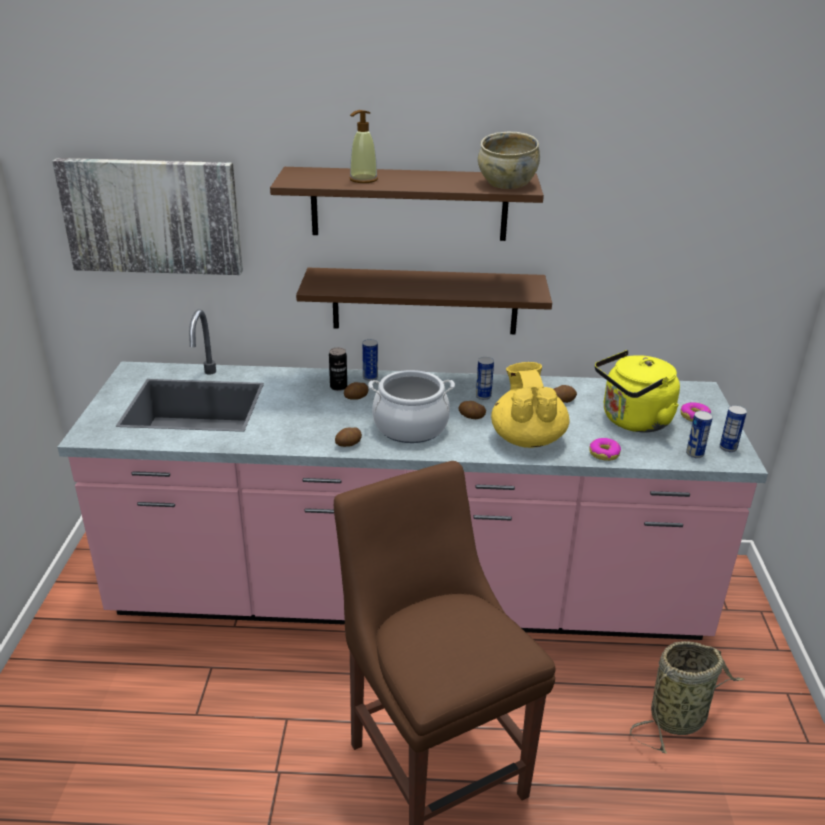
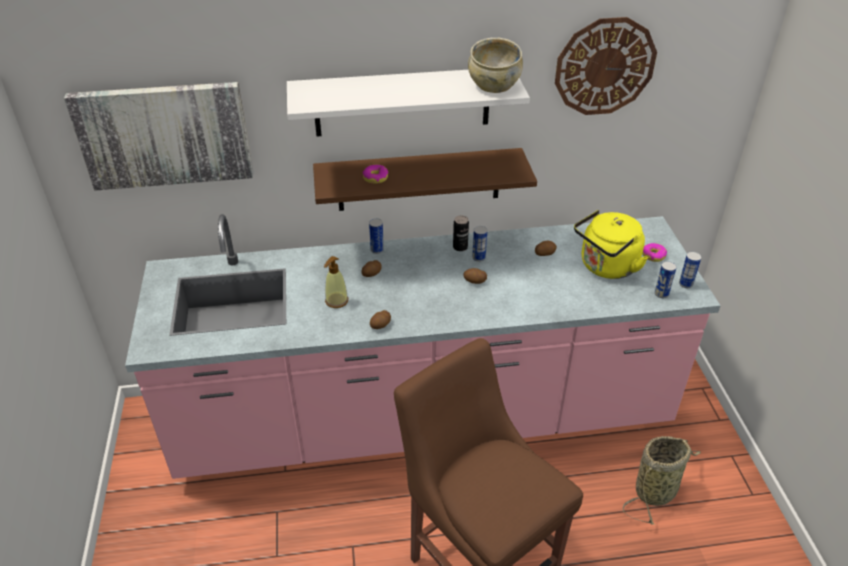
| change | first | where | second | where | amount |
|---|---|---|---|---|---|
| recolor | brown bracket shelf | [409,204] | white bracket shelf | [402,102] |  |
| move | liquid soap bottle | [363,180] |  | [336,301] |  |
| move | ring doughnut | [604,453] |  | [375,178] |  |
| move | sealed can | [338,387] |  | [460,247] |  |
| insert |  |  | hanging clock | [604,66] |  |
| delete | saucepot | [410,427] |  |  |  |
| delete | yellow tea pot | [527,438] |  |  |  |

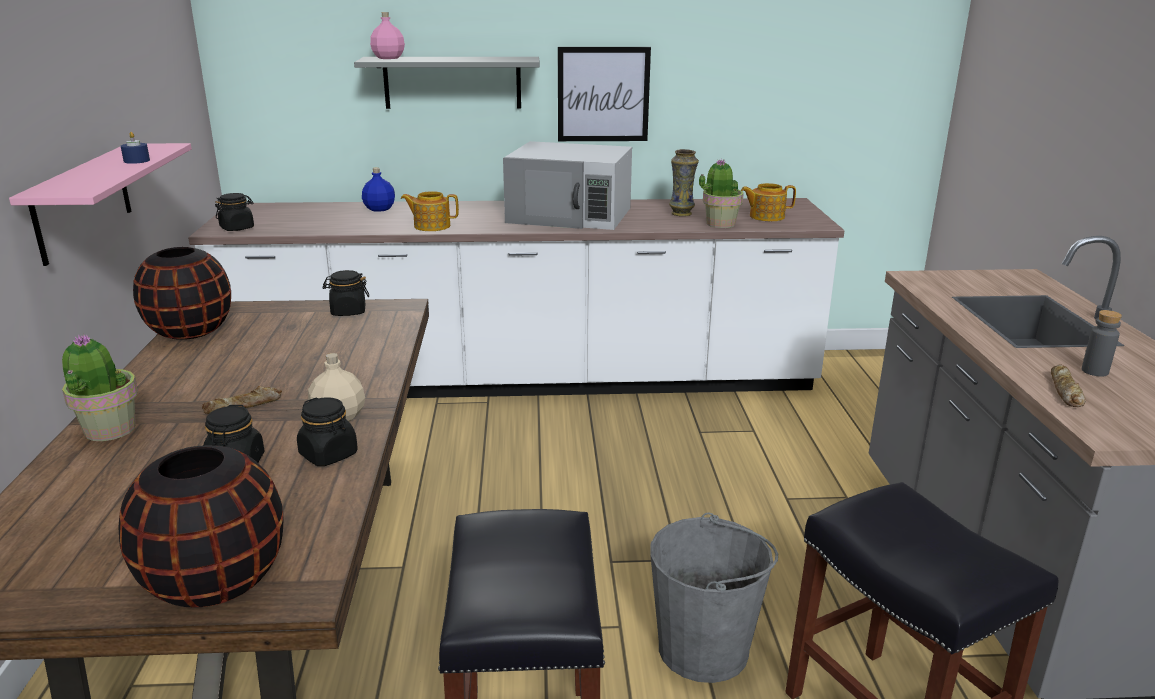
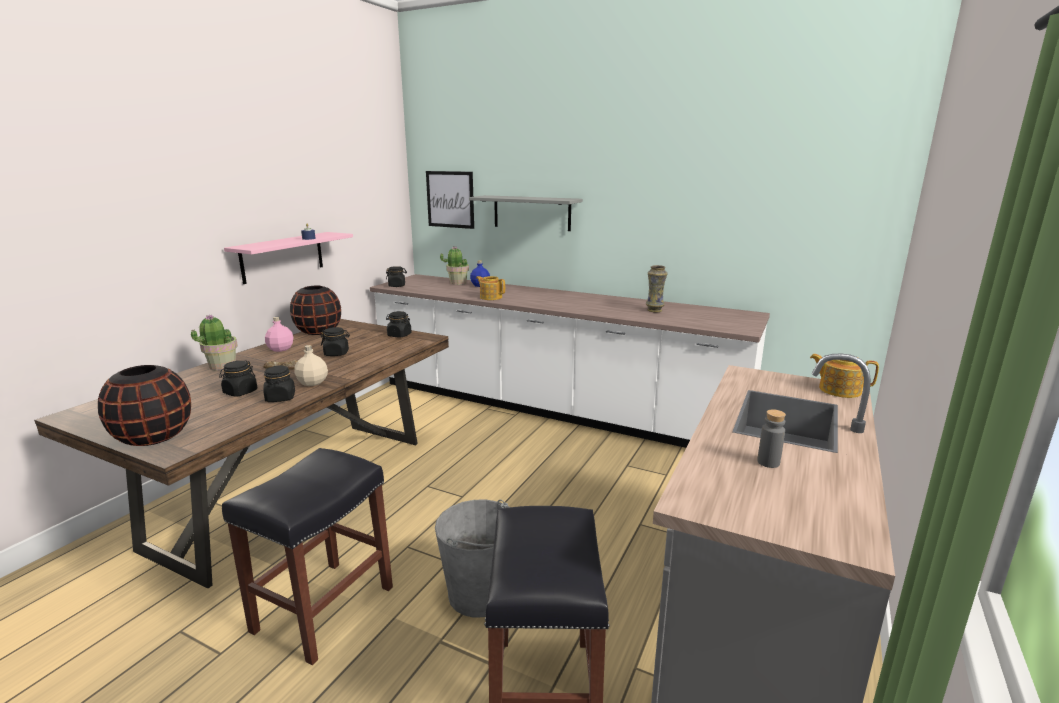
| change | first | where | second | where | amount |
|---|---|---|---|---|---|
| move | pink-coloured beverage bottle | [388,58] |  | [281,349] |  |
| insert |  |  | black-coloured storage jar | [336,353] |  |
| move | picture | [603,94] |  | [450,199] |  |
| move | plant in a pot | [720,224] |  | [457,283] |  |
| move | tea pot | [766,216] |  | [838,390] |  |
| delete | white microwave | [570,215] |  |  |  |
| delete | baked bread | [1064,391] |  |  |  |

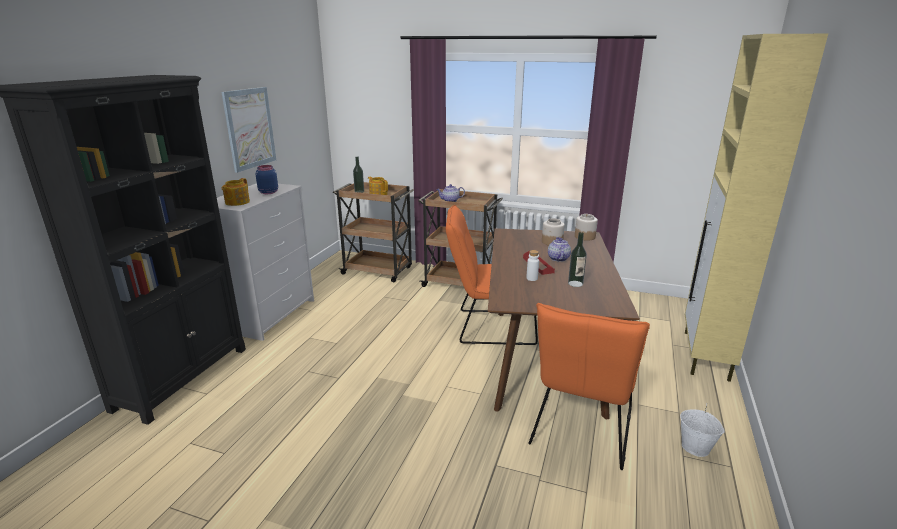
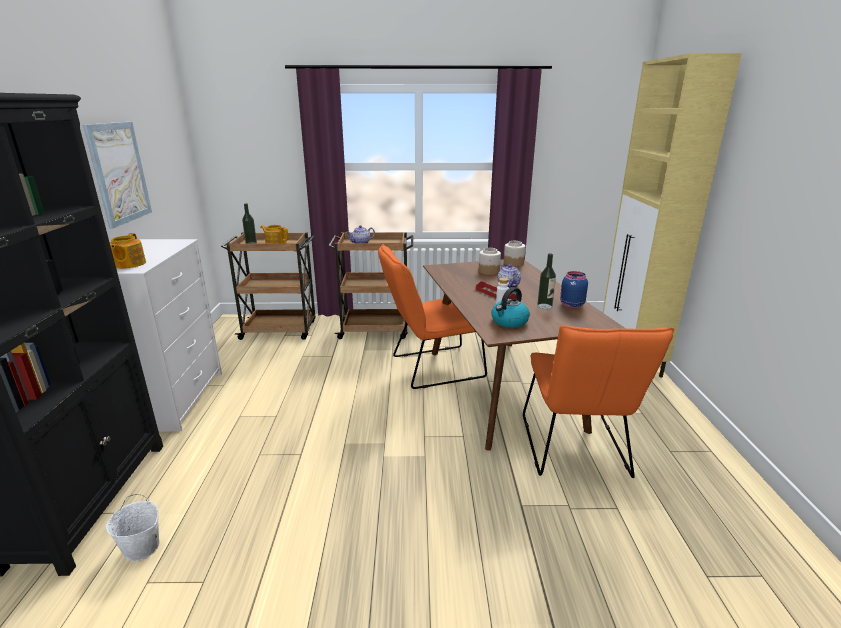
| change | first | where | second | where | amount |
|---|---|---|---|---|---|
| move | white water bucket | [696,447] |  | [142,548] |  |
| insert |  |  | water kettle | [509,322] |  |
| move | bluish storage jar | [268,192] |  | [571,305] |  |

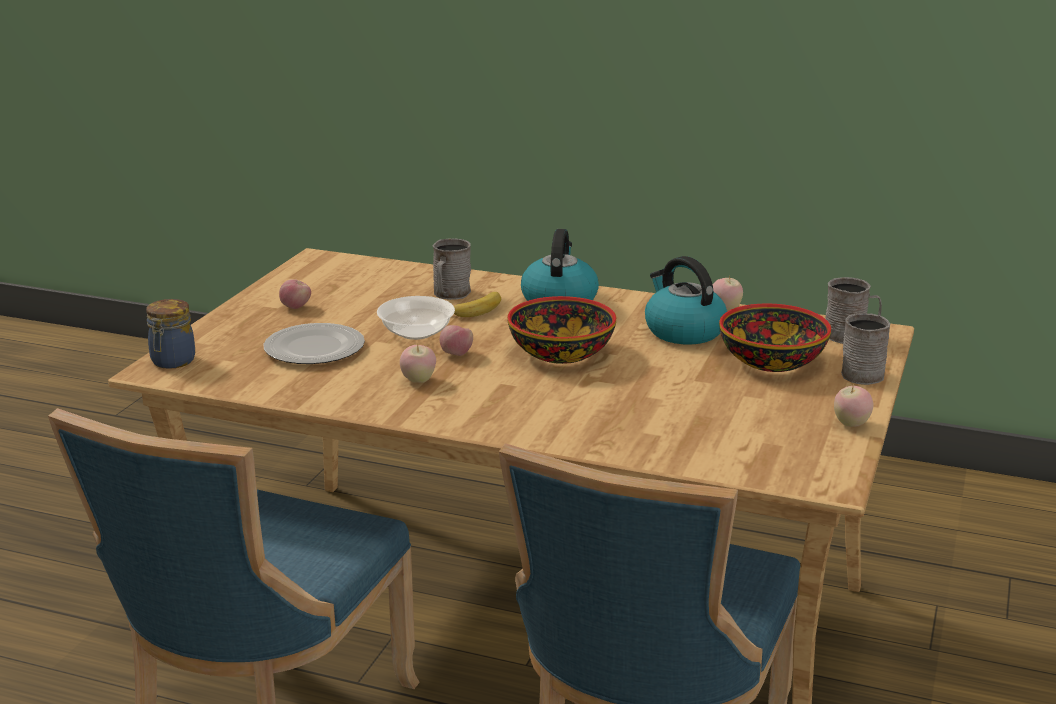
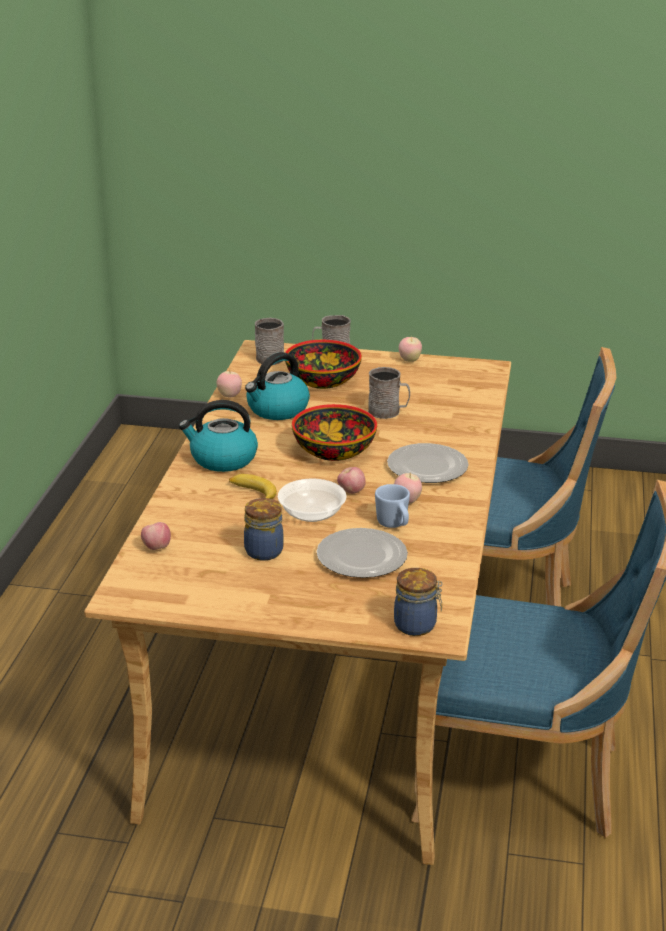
| change | first | where | second | where | amount |
|---|---|---|---|---|---|
| move | apple | [296,307] |  | [156,547] |  |
| insert |  |  | storage jar | [263,550] |  |
| move | greyish tea mug | [450,294] |  | [388,412] |  |
| insert |  |  | bluish tea mug | [394,525] |  |
| insert |  |  | dinner plate | [428,467] |  |

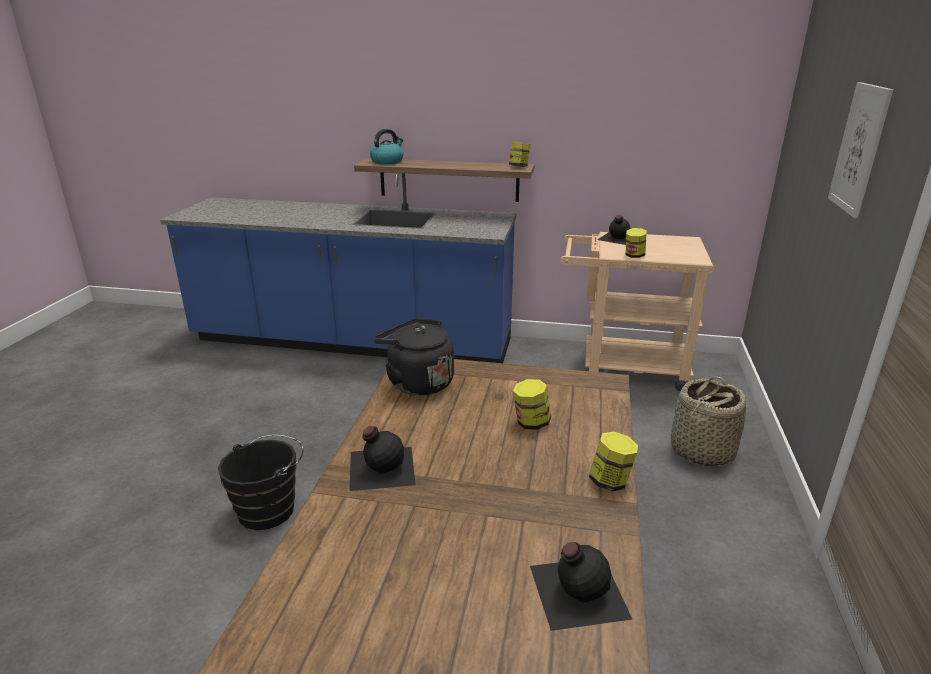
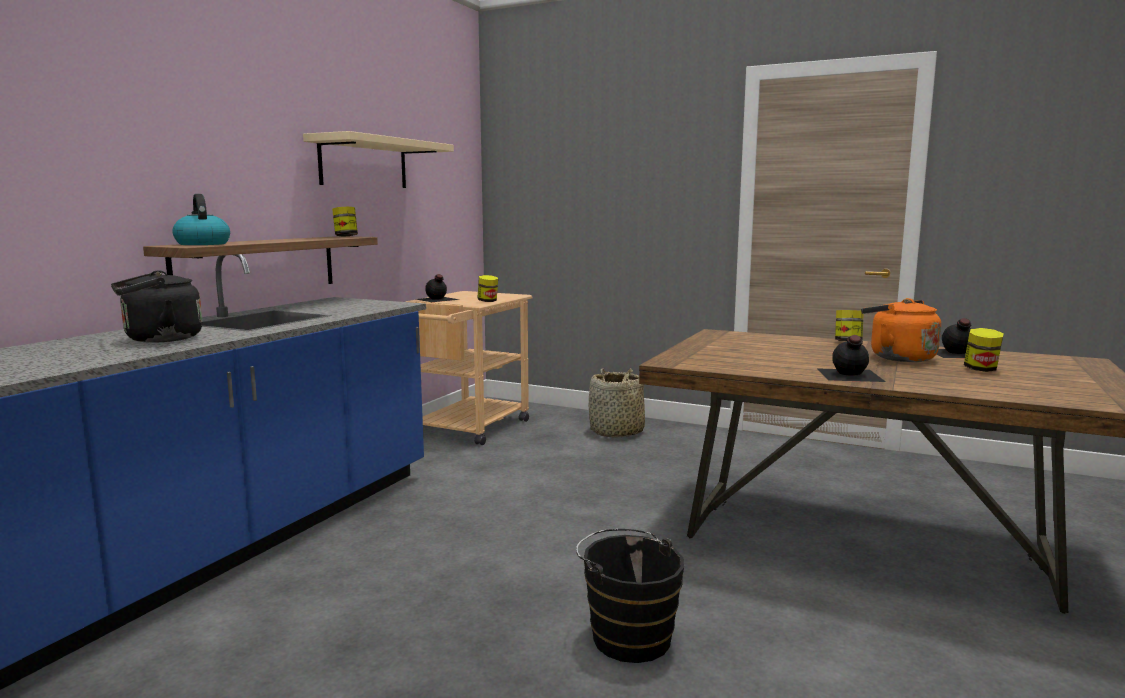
| change | first | where | second | where | amount |
|---|---|---|---|---|---|
| move | black-coloured water kettle | [417,382] |  | [159,339] |  |
| insert |  |  | sand-coloured bracket shelf | [364,163] |  |
| insert |  |  | orange-coloured water kettle | [897,357] |  |
| move | storage jar | [531,423] |  | [981,369] |  |
| delete | picture | [859,149] |  |  |  |

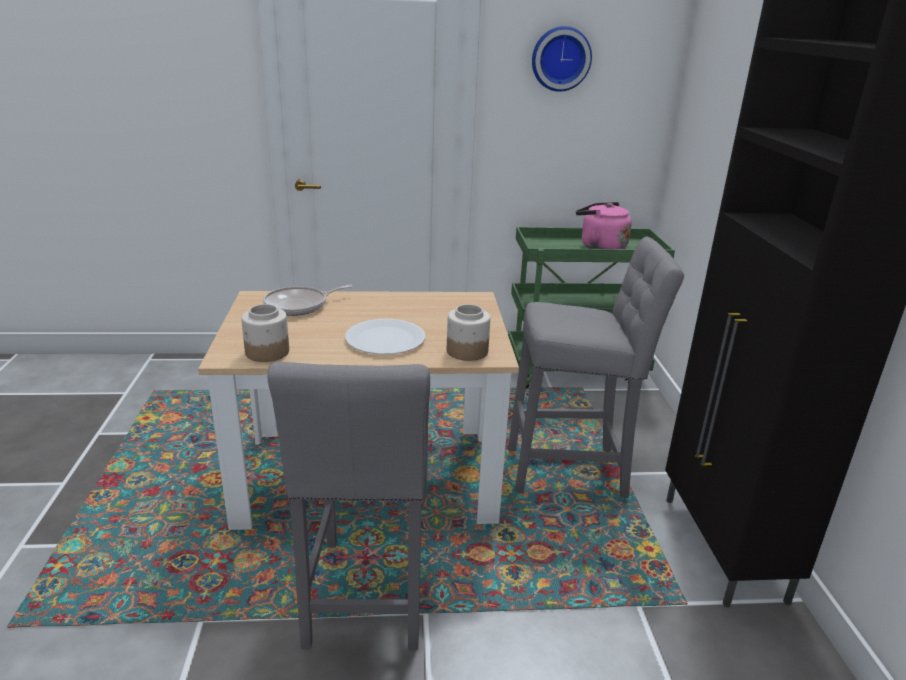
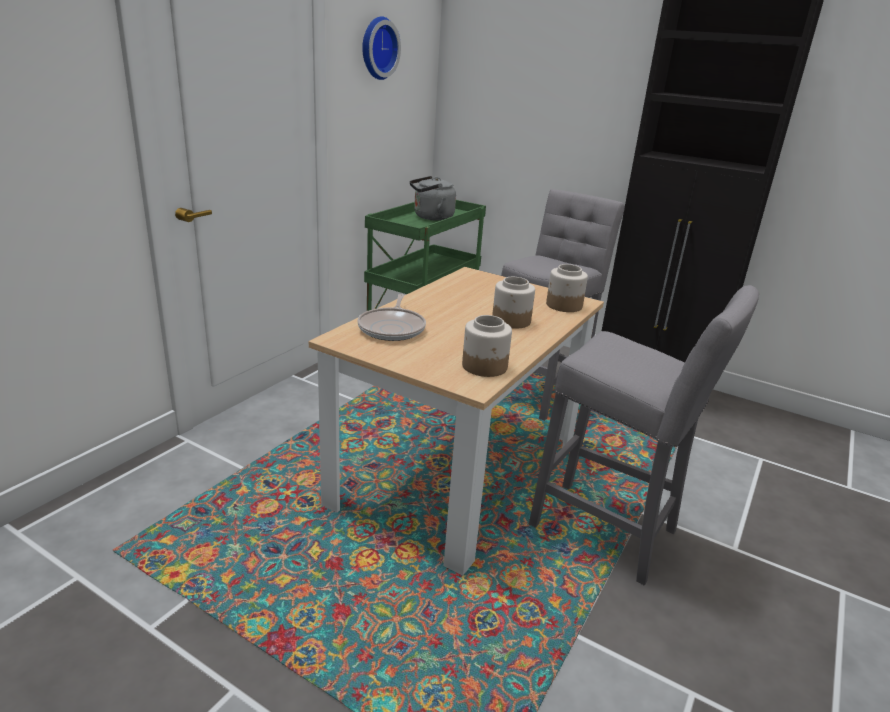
| change | first | where | second | where | amount |
|---|---|---|---|---|---|
| recolor | pink-coloured water kettle | [600,247] | greyish water kettle | [431,217] |  |
| replace | white dinner plate | [385,339] | storage jar | [511,321] |  |

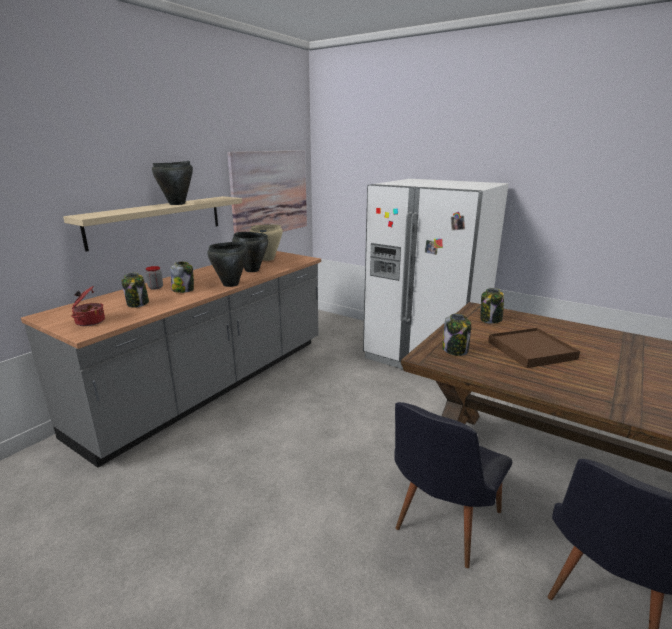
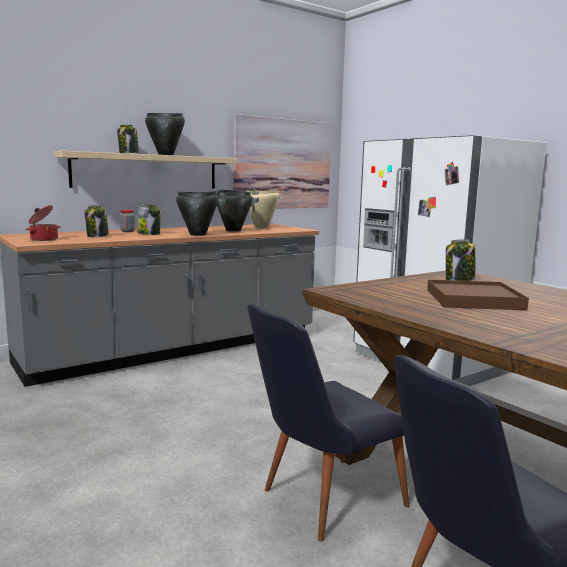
| change | first | where | second | where | amount |
|---|---|---|---|---|---|
| move | storage jar | [455,350] |  | [129,153] |  |

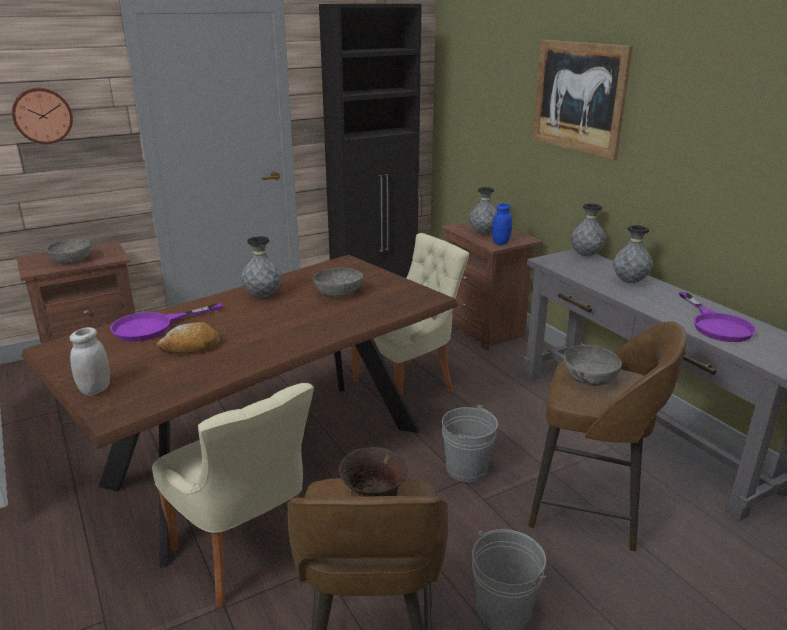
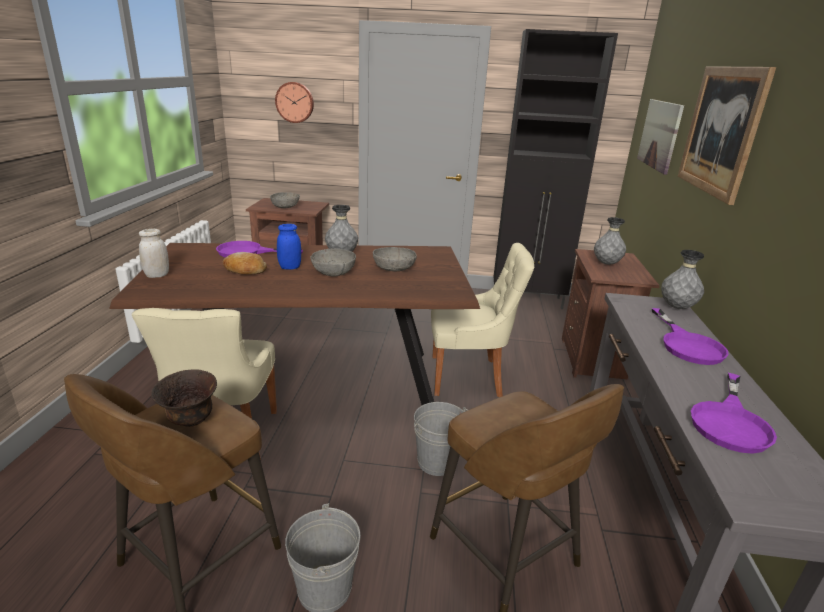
| change | first | where | second | where | amount |
|---|---|---|---|---|---|
| move | bluish storage jar | [501,242] |  | [290,267] |  |
| move | greyish serving bowl | [589,378] |  | [333,272] |  |
| insert |  |  | picture | [659,134] |  |
| replace | greyish flower vase | [630,282] | purple-coloured frying pan | [687,344] |  |

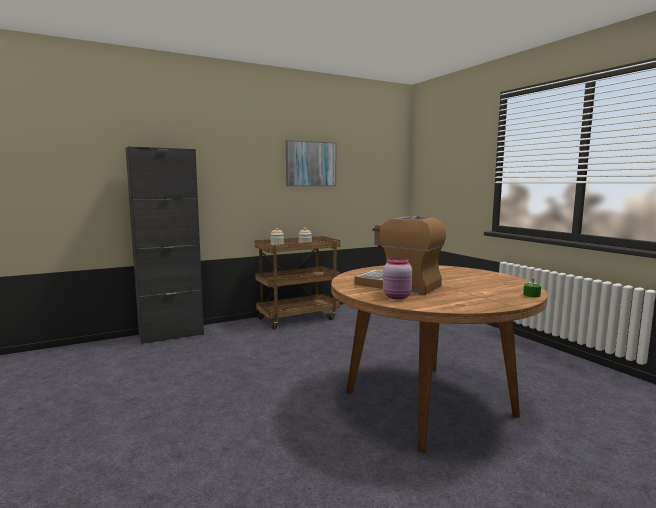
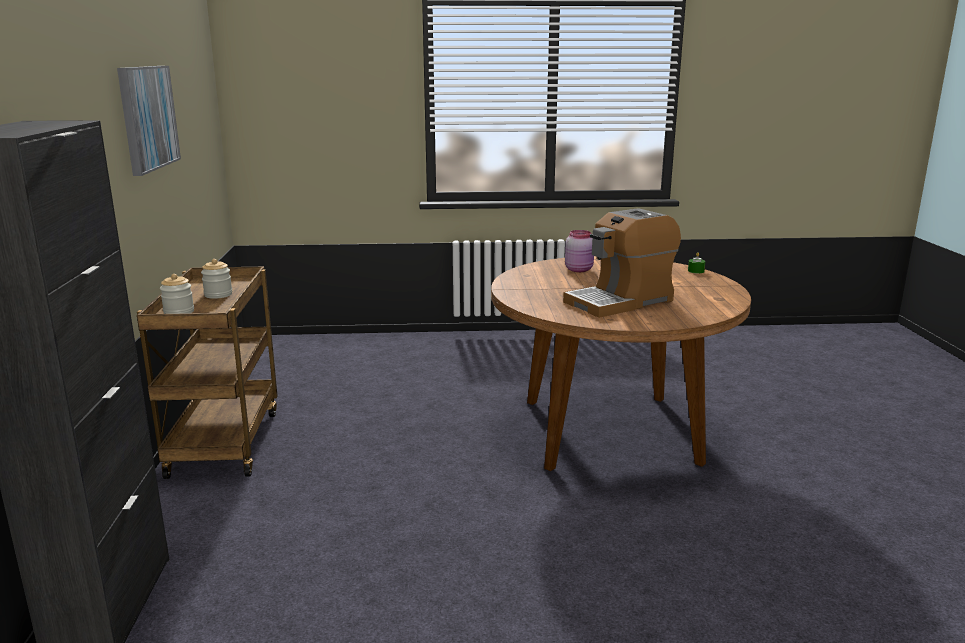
| change | first | where | second | where | amount |
|---|---|---|---|---|---|
| move | pink-coloured storage jar | [397,297] |  | [579,270] |  |

